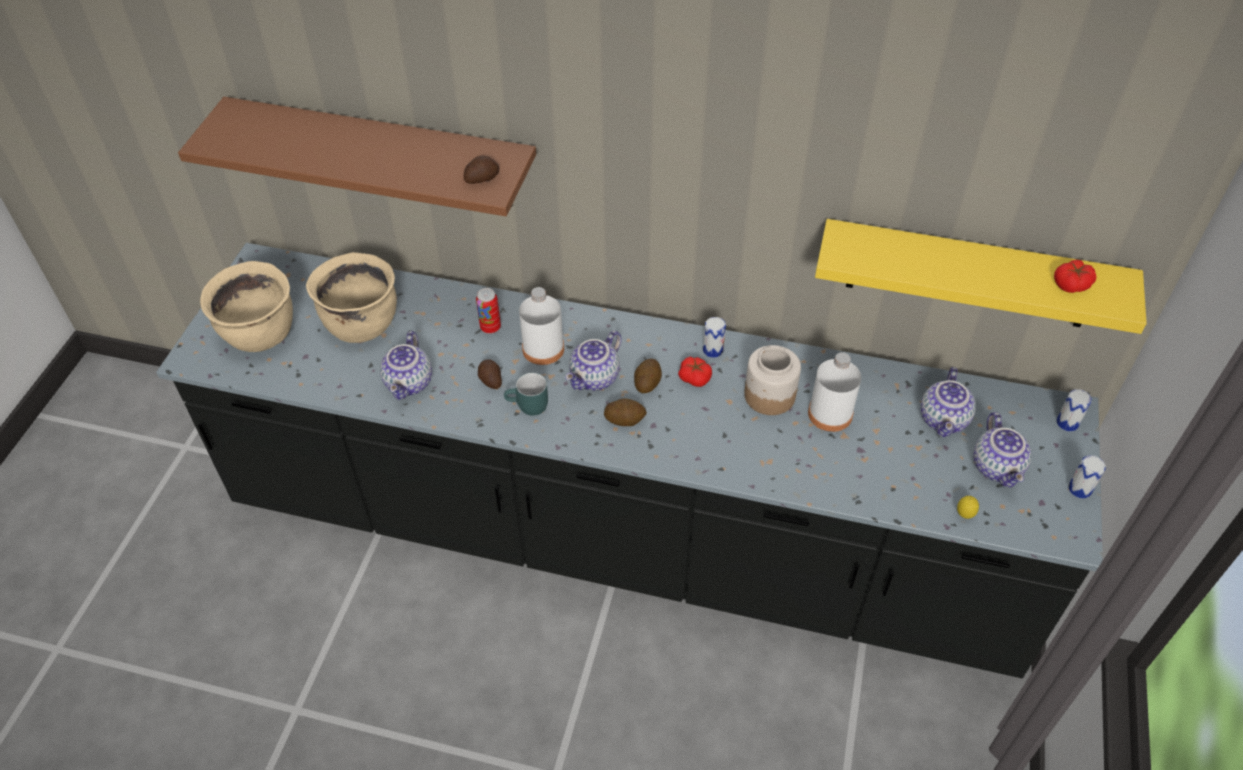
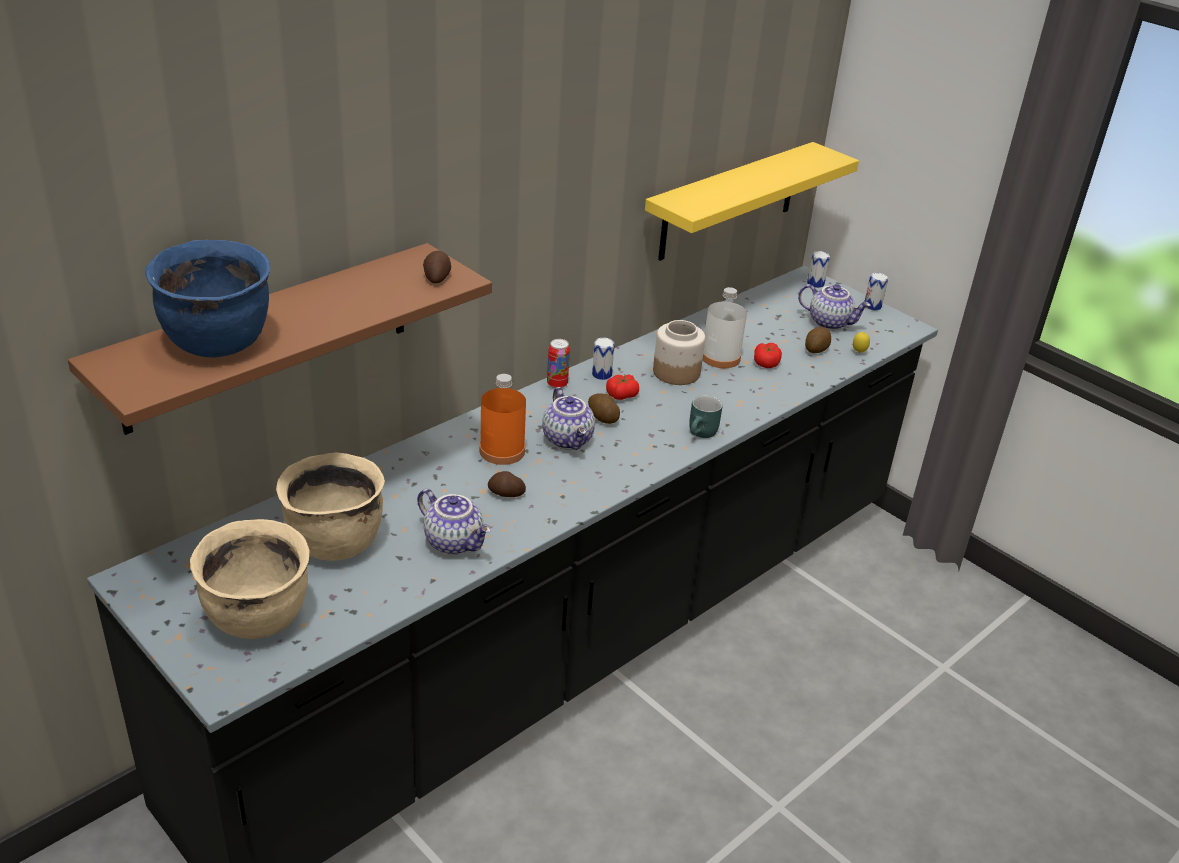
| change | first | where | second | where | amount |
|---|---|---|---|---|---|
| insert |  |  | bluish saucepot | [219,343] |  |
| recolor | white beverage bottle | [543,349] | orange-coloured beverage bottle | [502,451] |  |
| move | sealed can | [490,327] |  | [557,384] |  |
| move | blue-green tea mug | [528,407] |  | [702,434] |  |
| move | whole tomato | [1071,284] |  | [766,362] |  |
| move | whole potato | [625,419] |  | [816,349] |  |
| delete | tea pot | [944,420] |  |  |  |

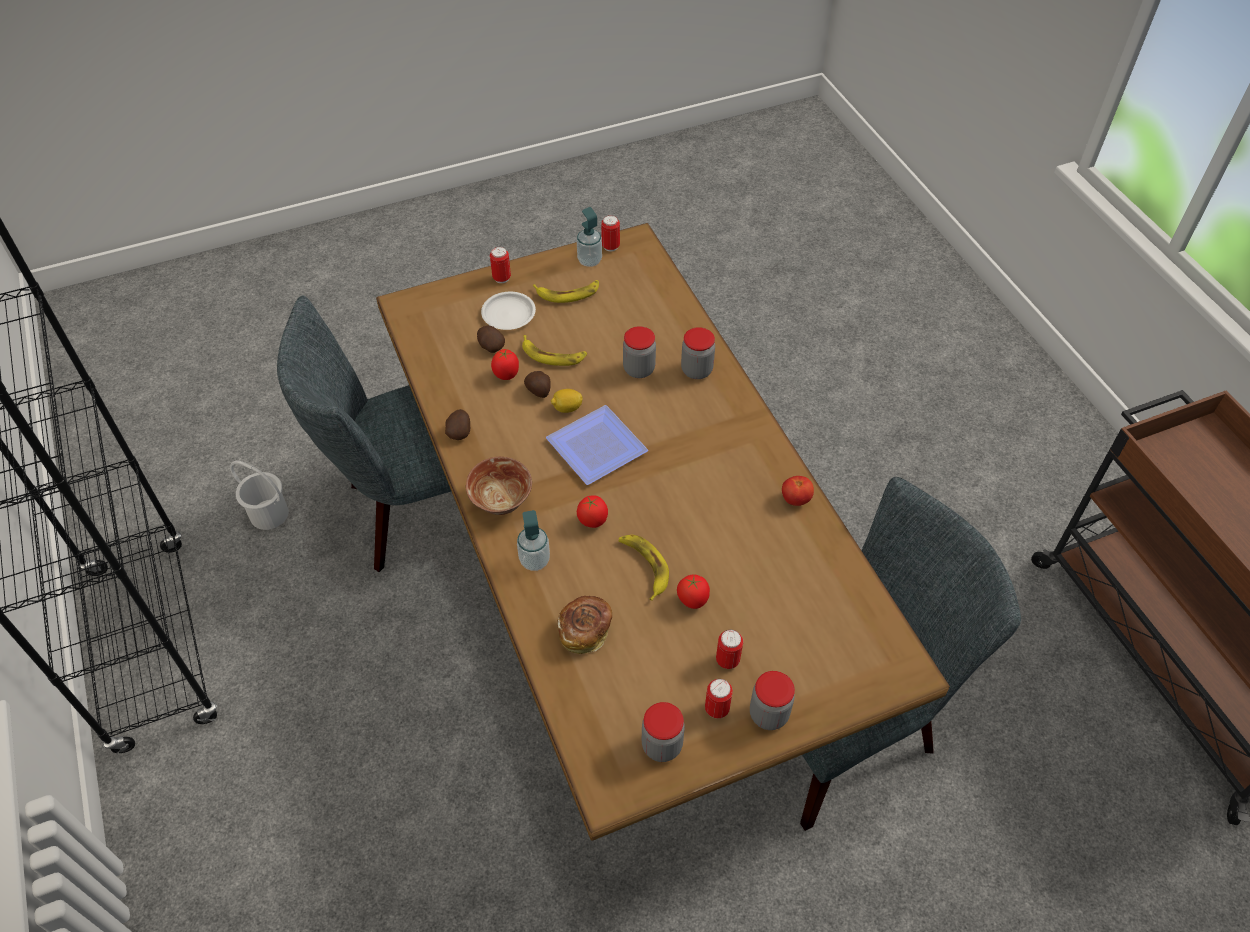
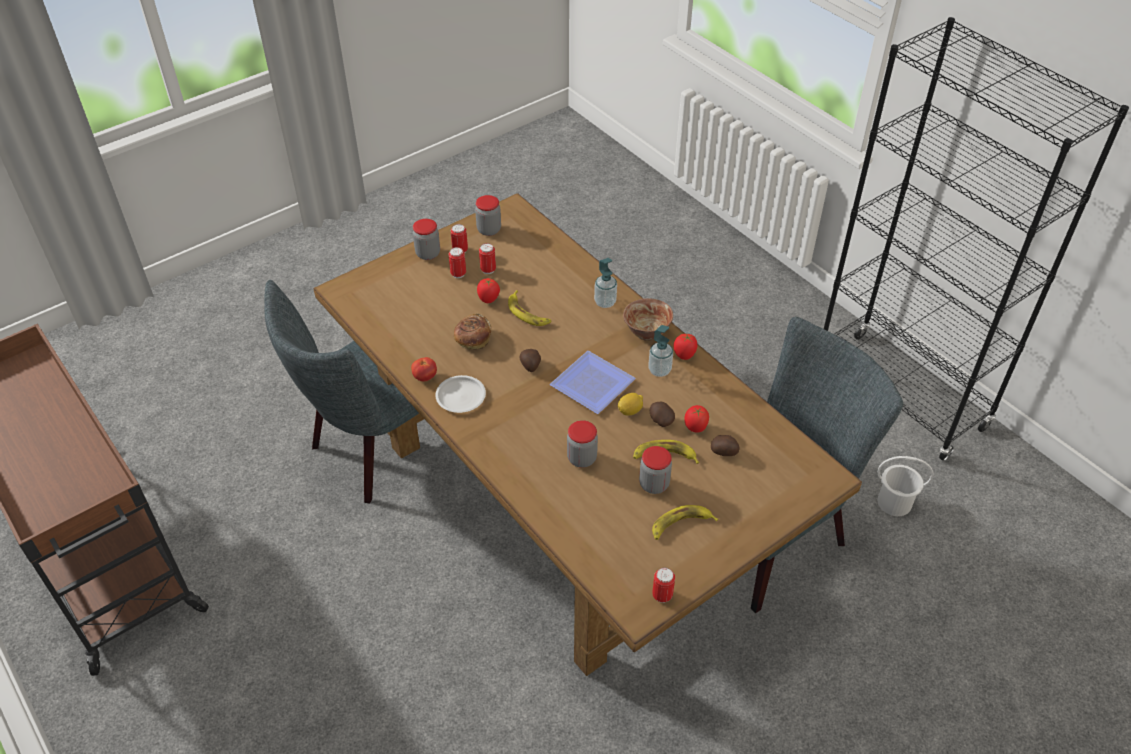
| change | first | where | second | where | amount |
|---|---|---|---|---|---|
| move | white dinner plate | [508,314] |  | [461,396] |  |
| move | baked bread | [585,631] |  | [473,340] |  |
| move | sealed can | [501,278] |  | [488,270] |  |
| move | whole potato | [460,432] |  | [530,366] |  |
| move | storage jar | [696,370] |  | [654,484] |  |
| move | liquid soap bottle | [589,260] |  | [659,370] |  |
| move | whole tomato | [592,521] |  | [684,356] |  |

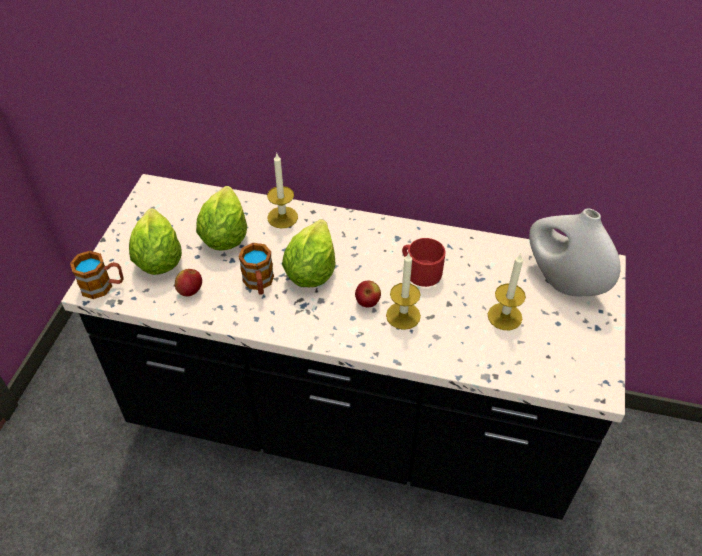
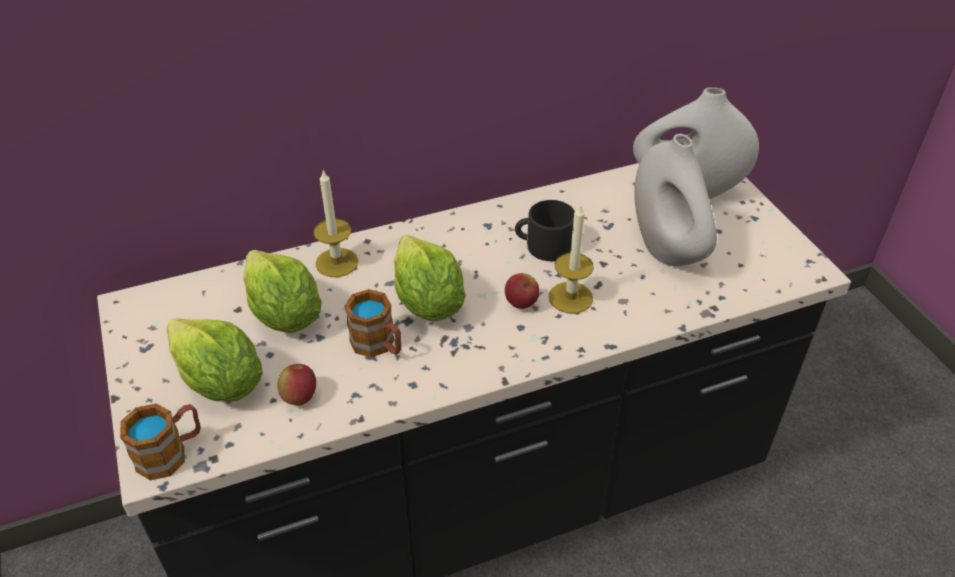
| change | first | where | second | where | amount |
|---|---|---|---|---|---|
| recolor | red tea mug | [420,270] | black-coloured tea mug | [543,246] |  |
| replace | candle | [504,316] | white flower vase | [667,248] |  |

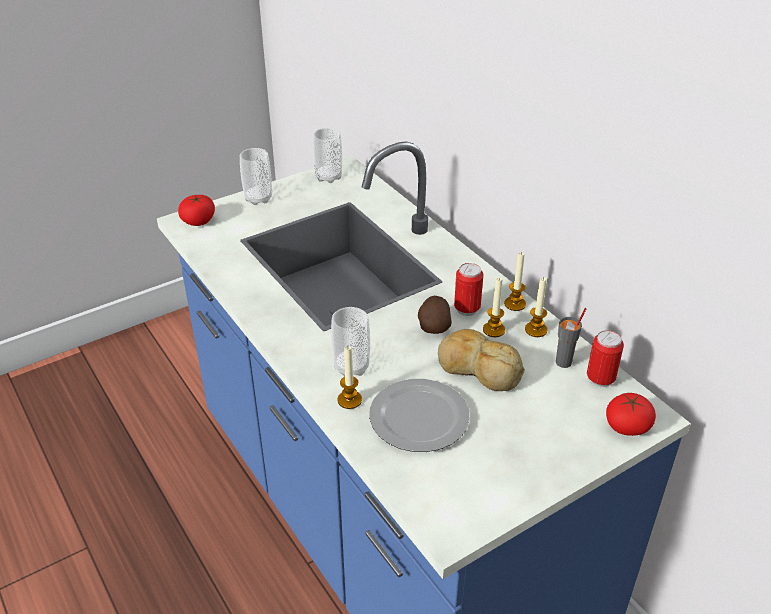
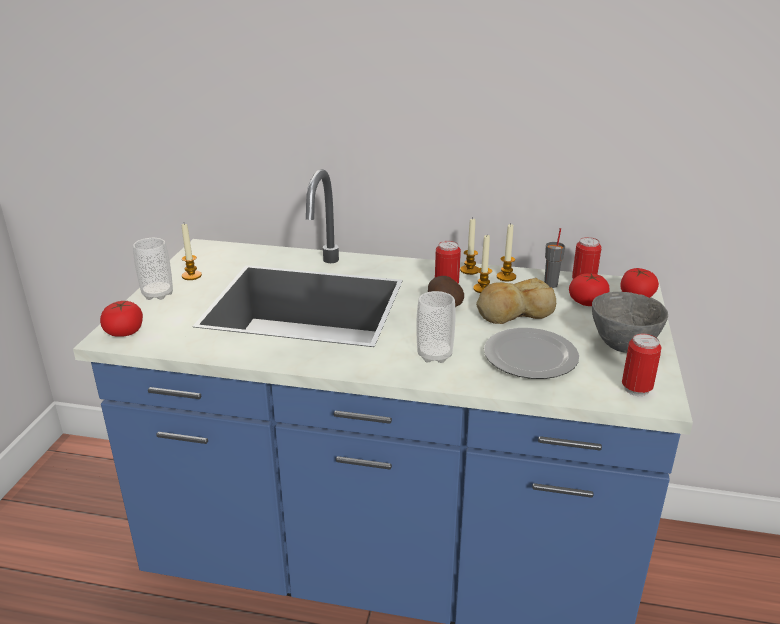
| change | first | where | second | where | amount |
|---|---|---|---|---|---|
| move | candle | [349,400] |  | [191,276] |  |
| insert |  |  | whole tomato | [587,301] |  |
| insert |  |  | greyish serving bowl | [622,346] |  |
| insert |  |  | sealed can | [636,389] |  |
| delete | drinking cup | [328,177] |  |  |  |

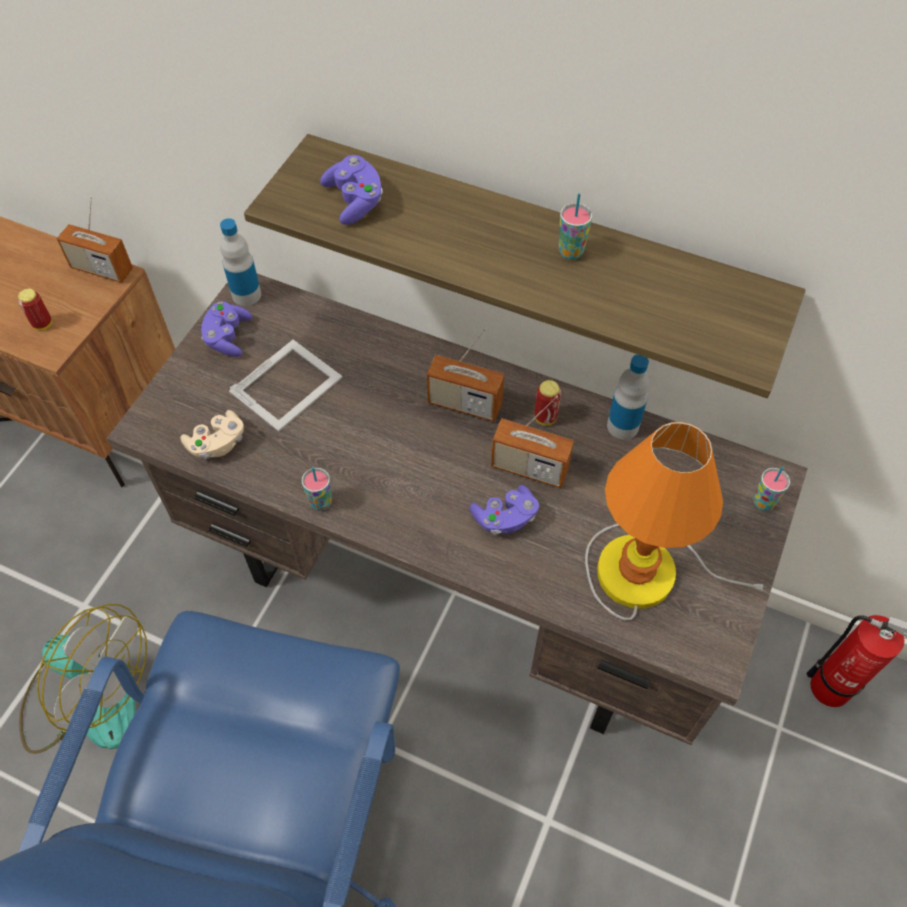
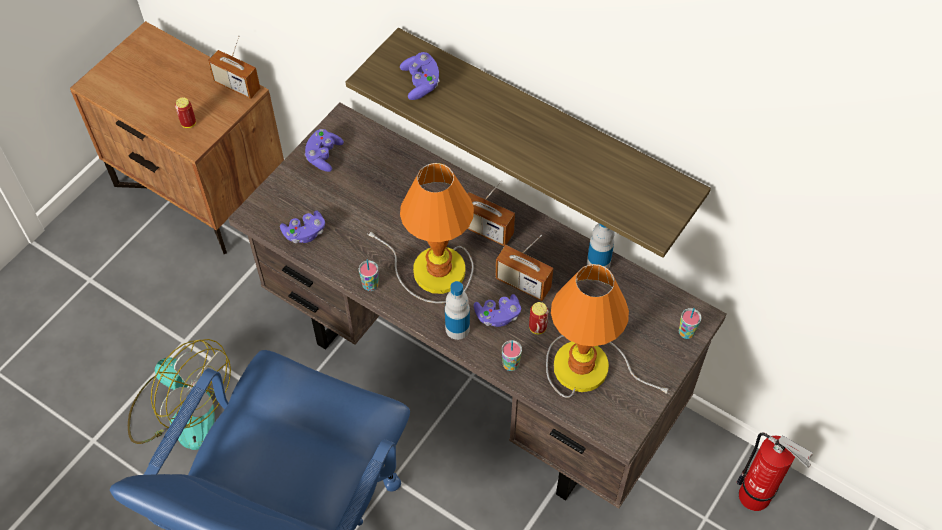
| change | first | where | second | where | amount |
|---|---|---|---|---|---|
| recolor | sand-coloured gamepad | [217,443] | purple-coloured gamepad | [304,233] |  |
| insert |  |  | lamp for a table | [432,271] |  |
| move | beverage bottle | [246,295] |  | [457,328] |  |
| move | drinking cup | [570,252] |  | [510,365] |  |
| move | sealed can | [545,417] |  | [537,327] |  |
| delete | photo frame | [287,384] |  |  |  |

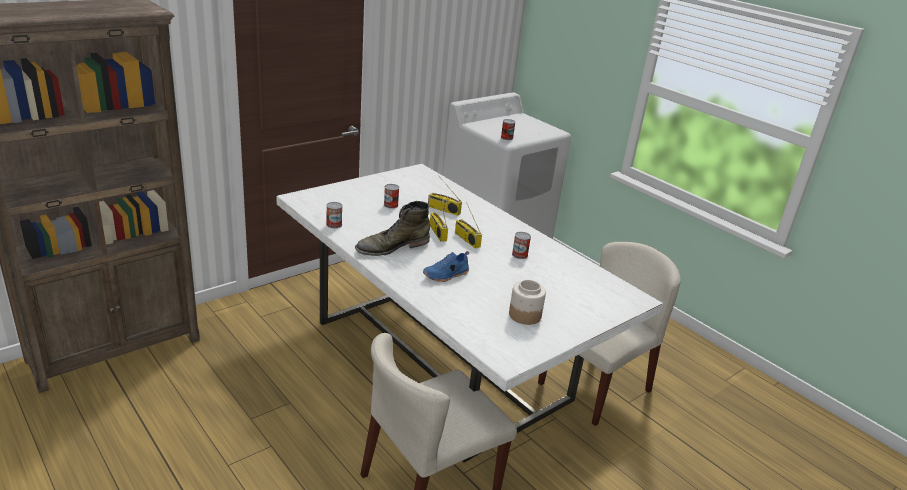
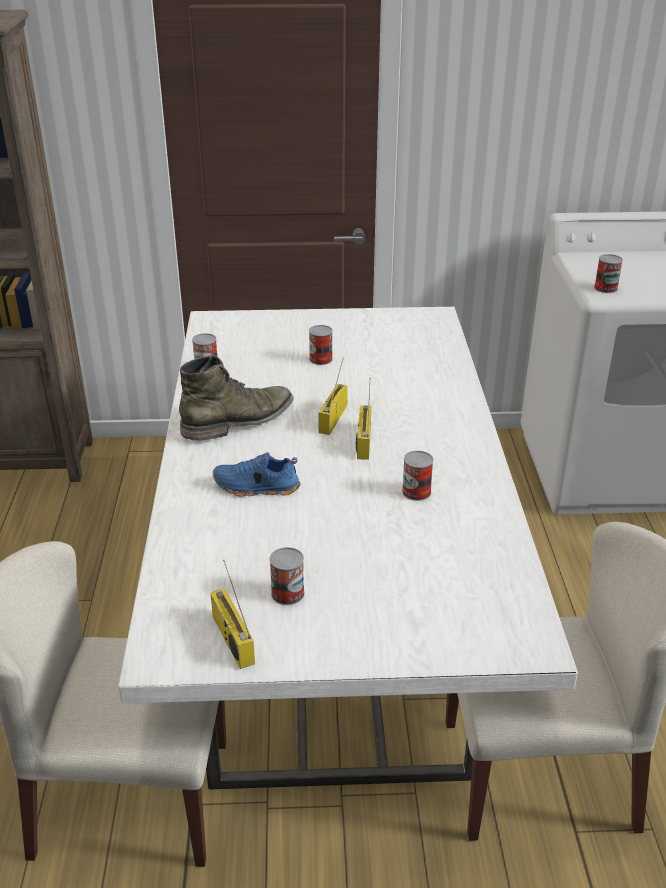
| change | first | where | second | where | amount |
|---|---|---|---|---|---|
| rotate | greenish boot | [392,247] |  | [239,421] | 135 degrees clockwise |
| move | radio set | [443,210] |  | [231,638] |  |
| replace | storage jar | [524,315] | sealed can | [287,593] |  |

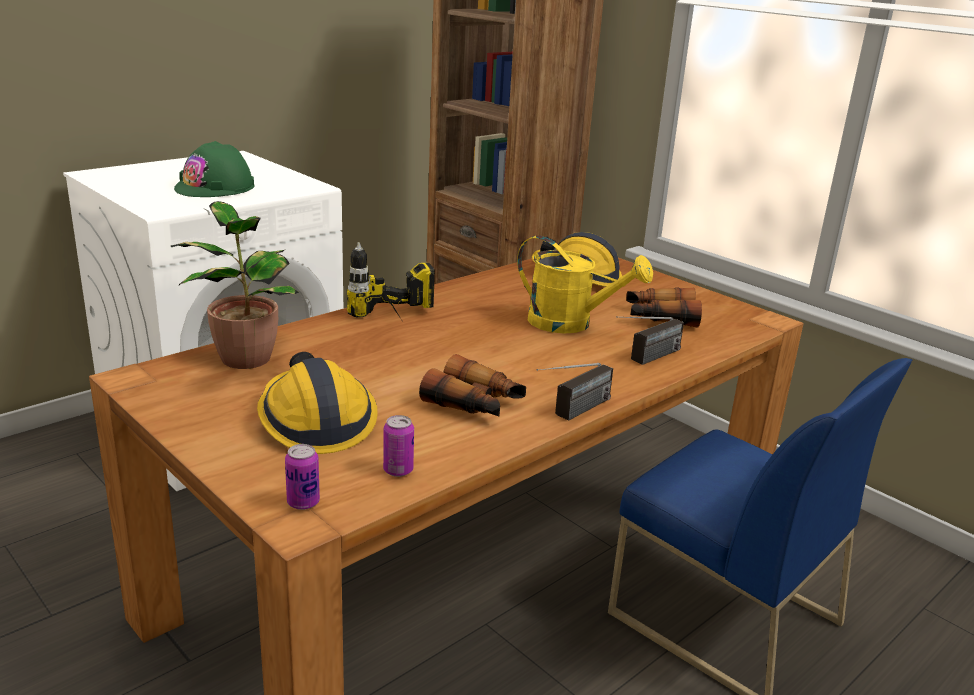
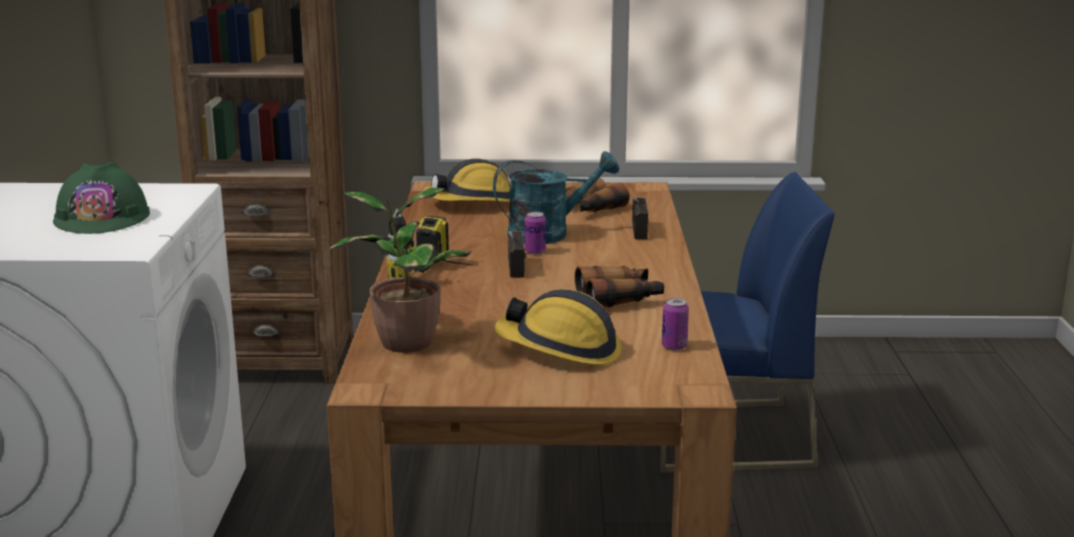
| change | first | where | second | where | amount |
|---|---|---|---|---|---|
| recolor | yellow watering can | [571,324] | blue-green watering can | [549,234] |  |
| move | radio set | [573,413] |  | [518,273] |  |
| move | sealed can | [303,502] |  | [535,251] |  |

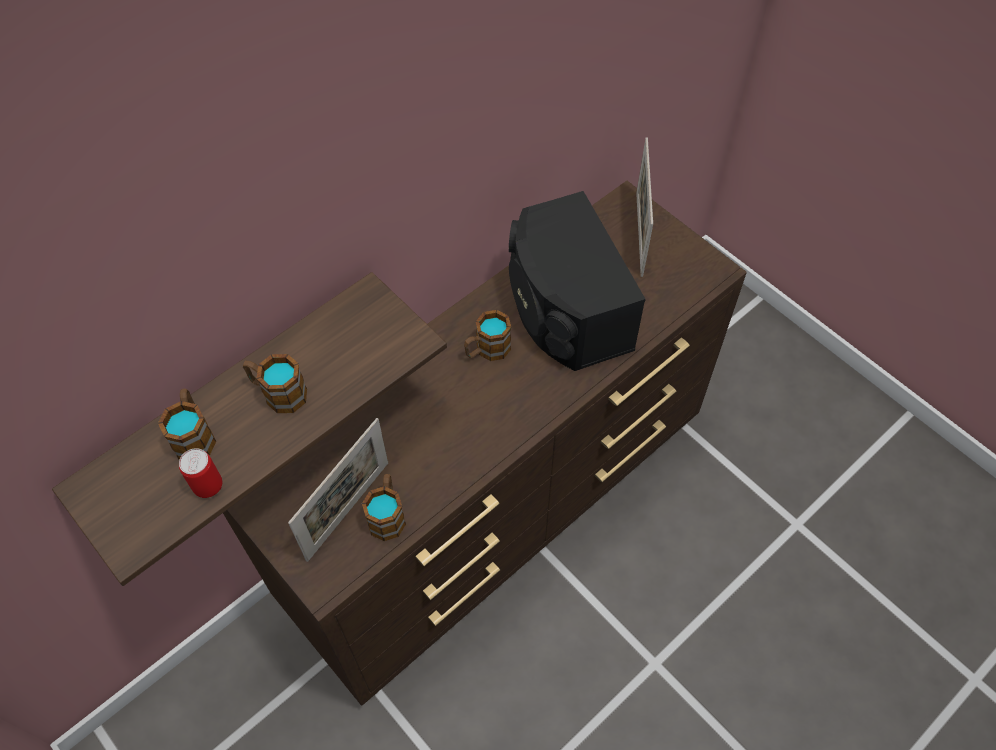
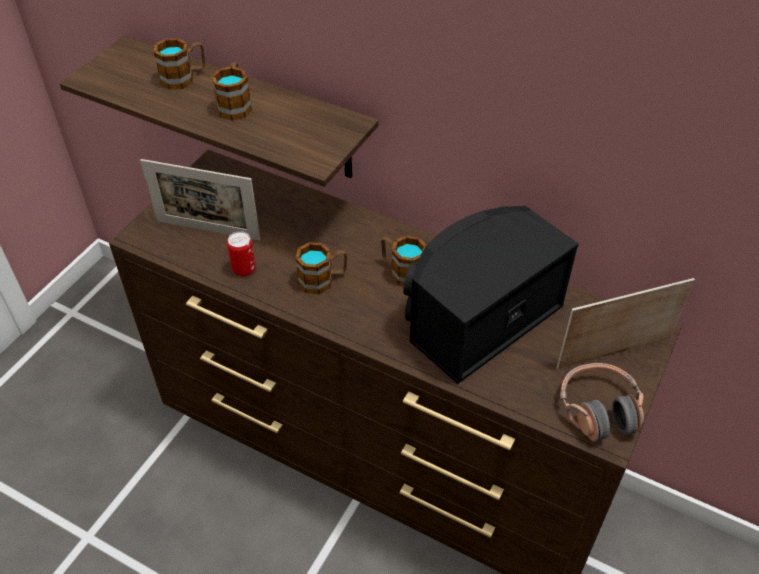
| change | first | where | second | where | amount |
|---|---|---|---|---|---|
| move | sealed can | [208,486] |  | [244,269] |  |
| move | tea mug | [387,514] |  | [323,280] |  |
| insert |  |  | pair of headphones | [599,410] |  |

